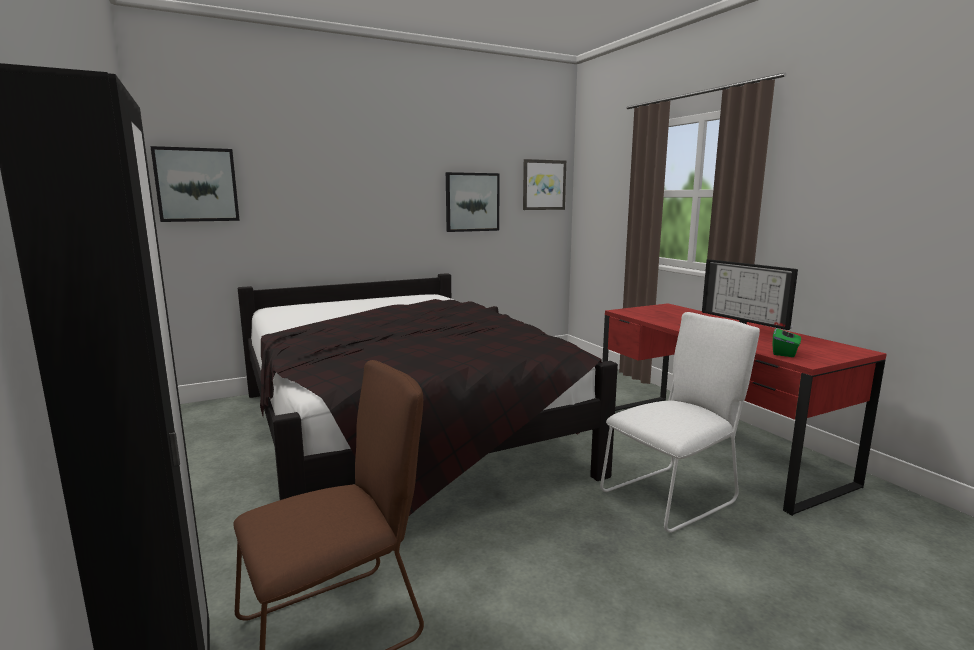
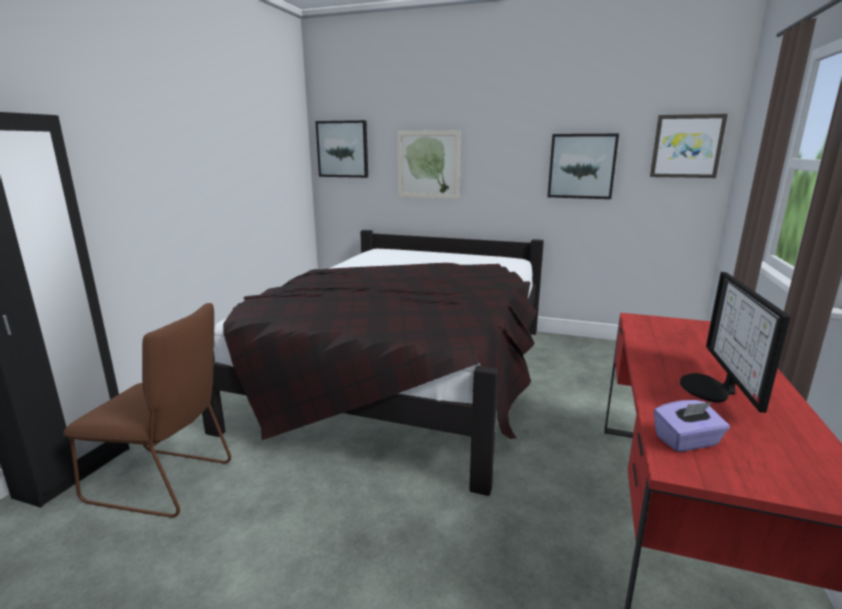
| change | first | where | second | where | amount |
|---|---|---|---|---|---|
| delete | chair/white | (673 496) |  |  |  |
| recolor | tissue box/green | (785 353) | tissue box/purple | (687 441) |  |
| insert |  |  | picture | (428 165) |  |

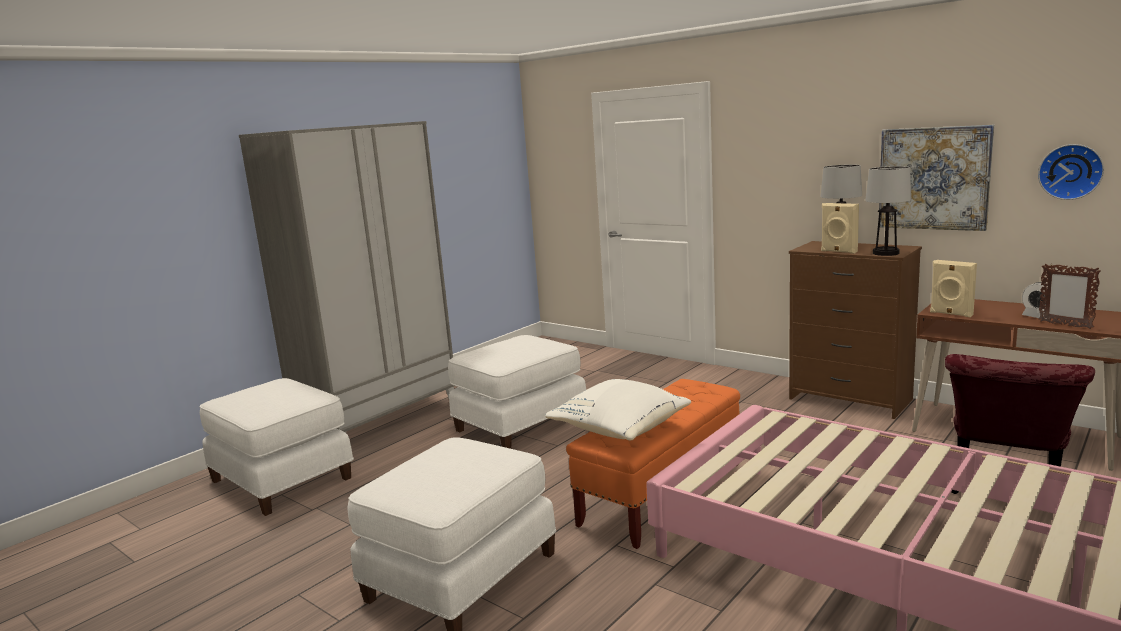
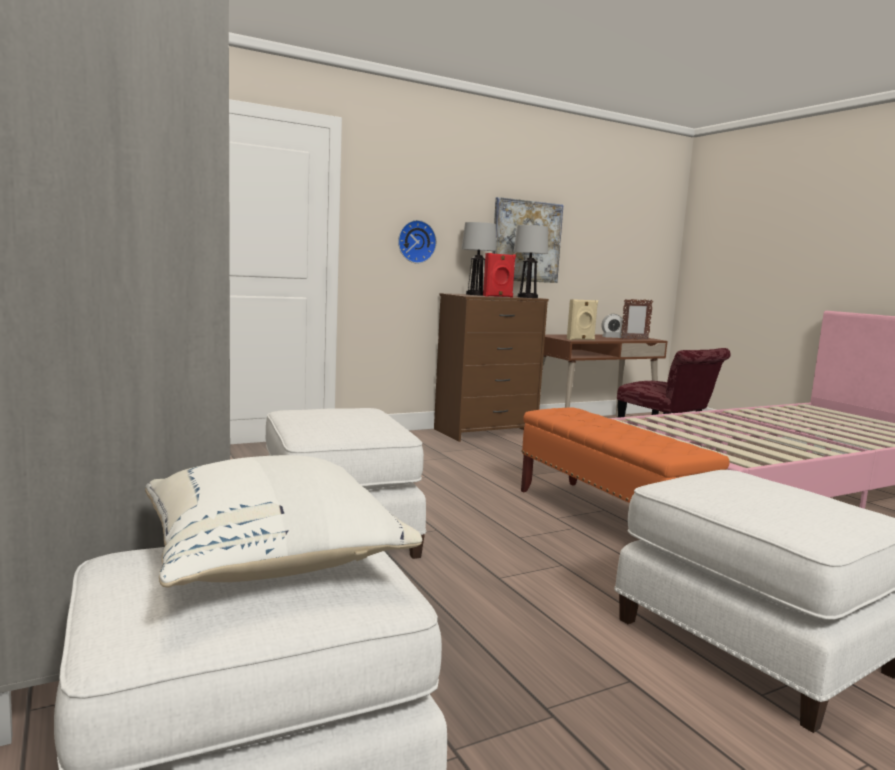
| change | first | where | second | where | amount |
|---|---|---|---|---|---|
| move | wall clock | (1071 171) |  | (415 241) |  |
| recolor | speaker/beige | (838 251) | speaker/red | (498 296) |  |
| move | pillow/white | (621 430) |  | (274 561) |  |

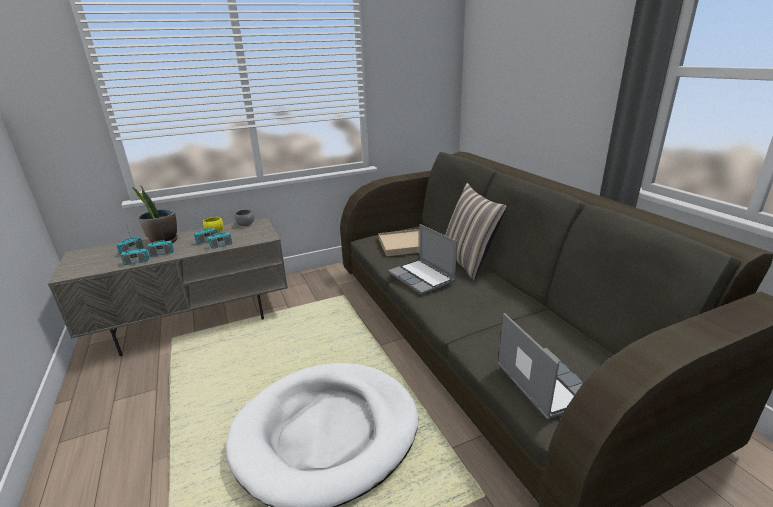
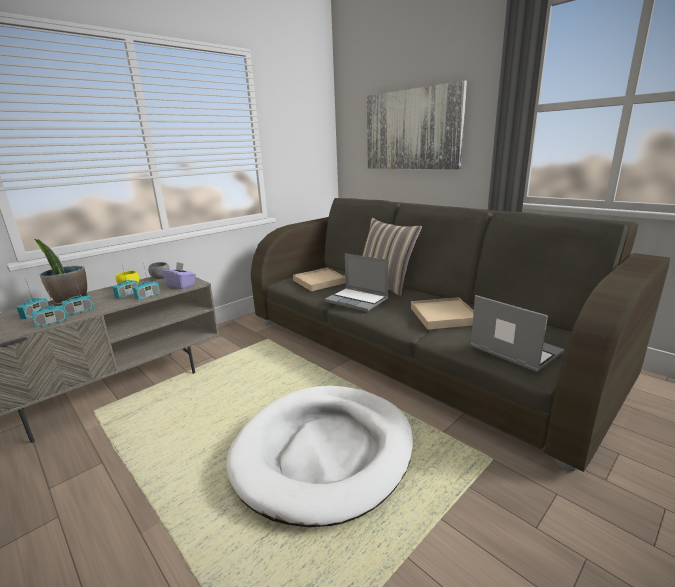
| change | first | where | second | where | amount |
|---|---|---|---|---|---|
| insert |  |  | picture | (412 130) |  |
| insert |  |  | tissue box/purple | (181 285) |  |
| insert |  |  | tray/beige | (444 316) |  |

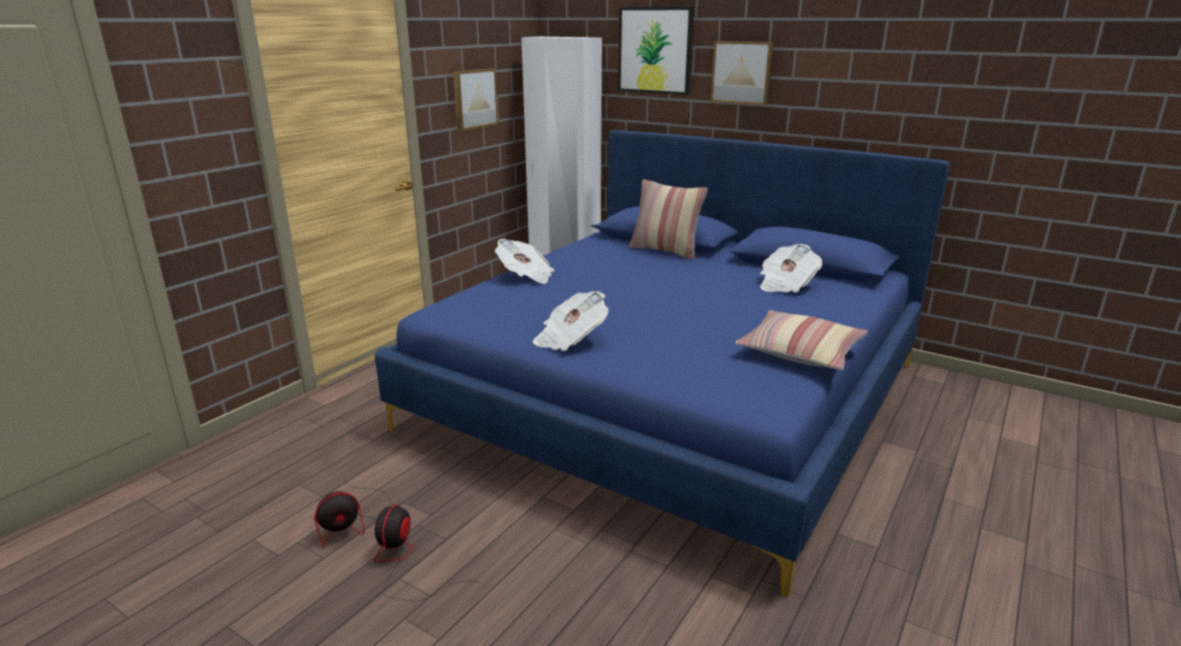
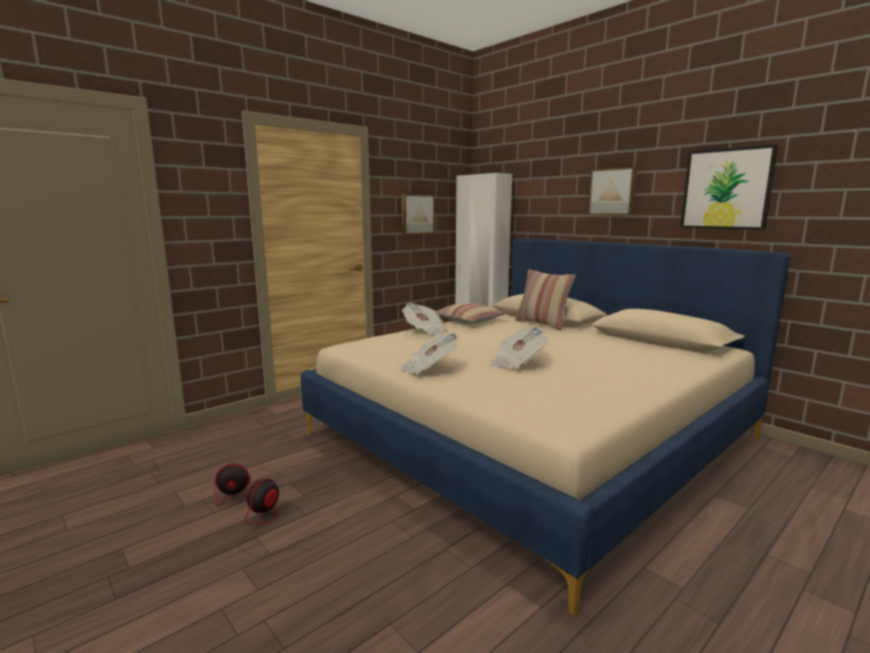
| change | first | where | second | where | amount |
|---|---|---|---|---|---|
| move | picture | (655 50) |  | (726 189) |  |
| recolor | bed/blue | (671 395) | bed/beige | (531 436) |  |
| move | newspaper | (786 285) |  | (517 363) |  |
| move | pillow | (800 352) |  | (469 321) |  |

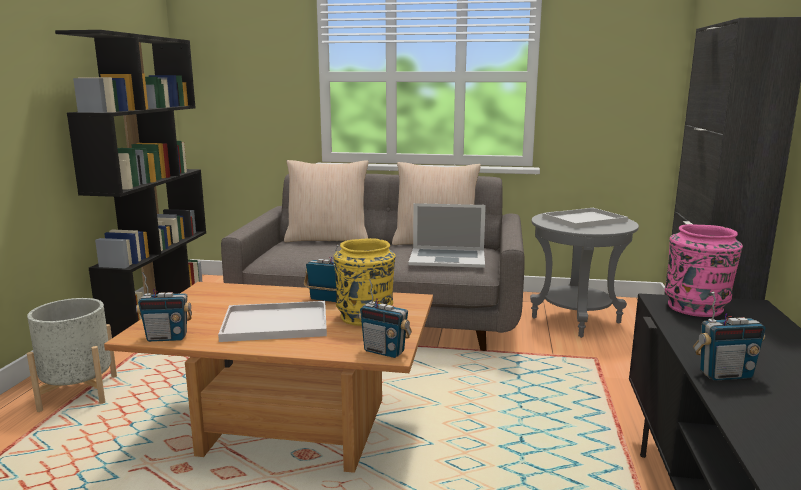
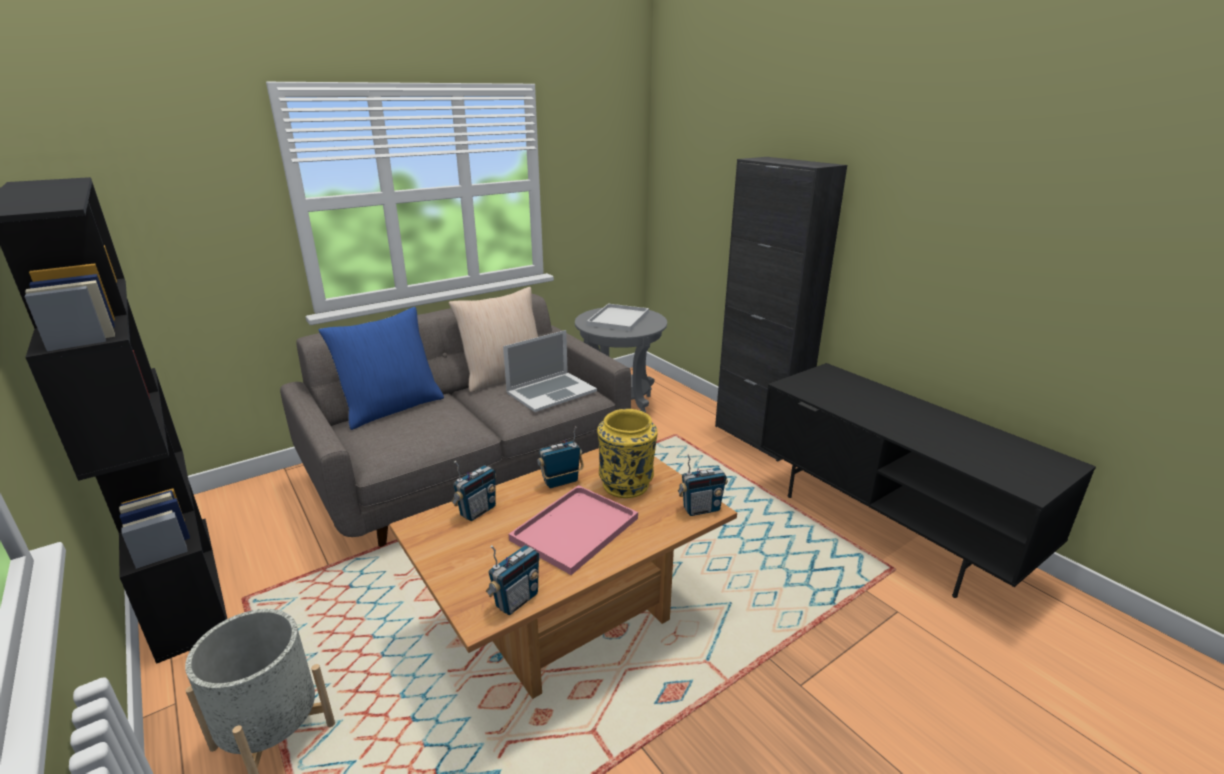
| change | first | where | second | where | amount |
|---|---|---|---|---|---|
| recolor | pillow/beige | (328 239) | pillow/blue | (392 408) |  |
| delete | vase/pink | (696 308) |  |  |  |
| move | radio | (725 374) |  | (477 511) |  |
| recolor | tray/white | (278 323) | tray/pink | (575 527) |  |

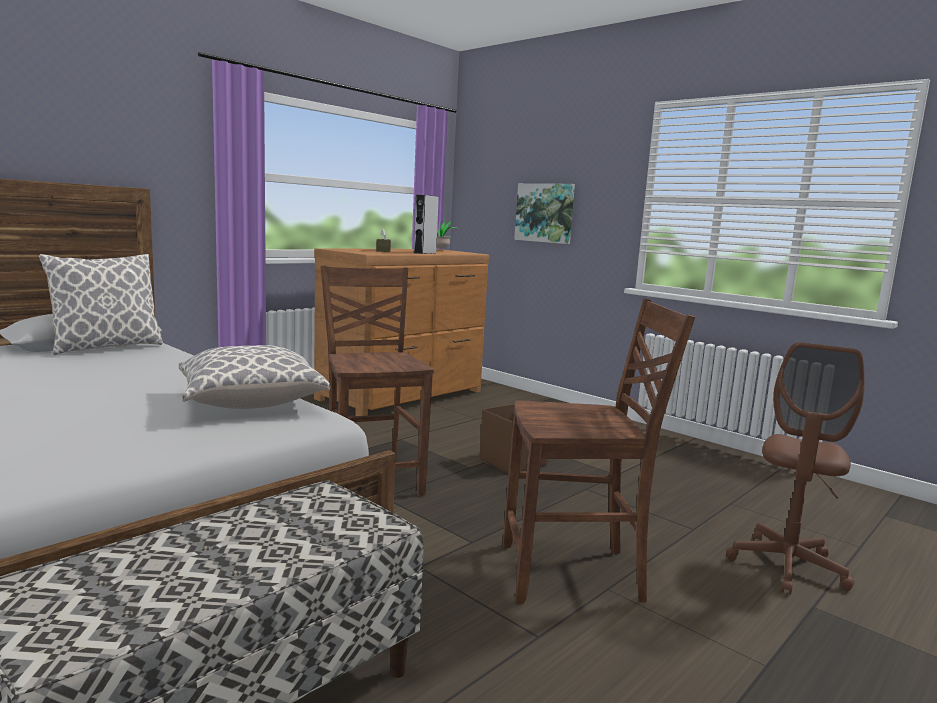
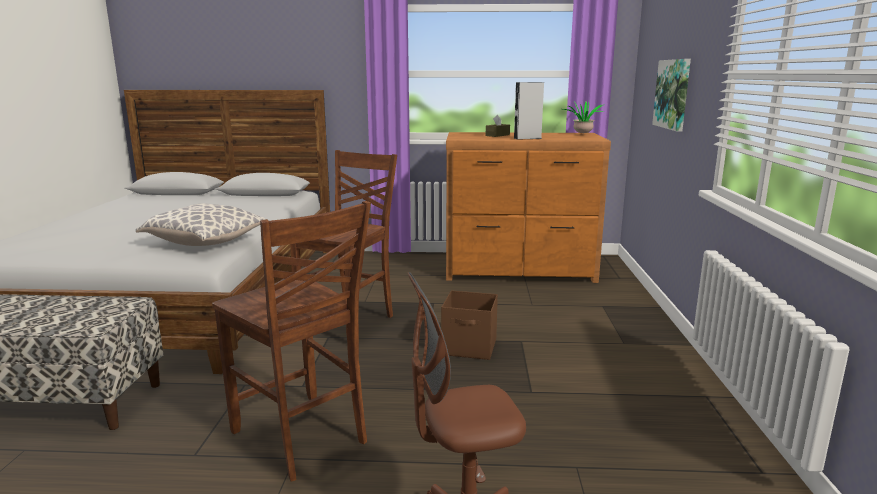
| change | first | where | second | where | amount |
|---|---|---|---|---|---|
| delete | pillow | (106 347) |  |  |  |

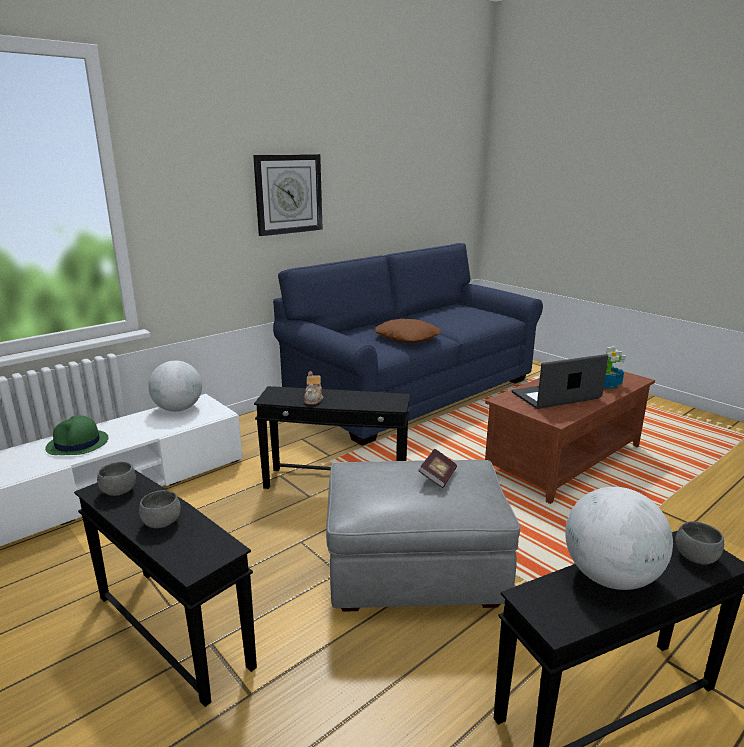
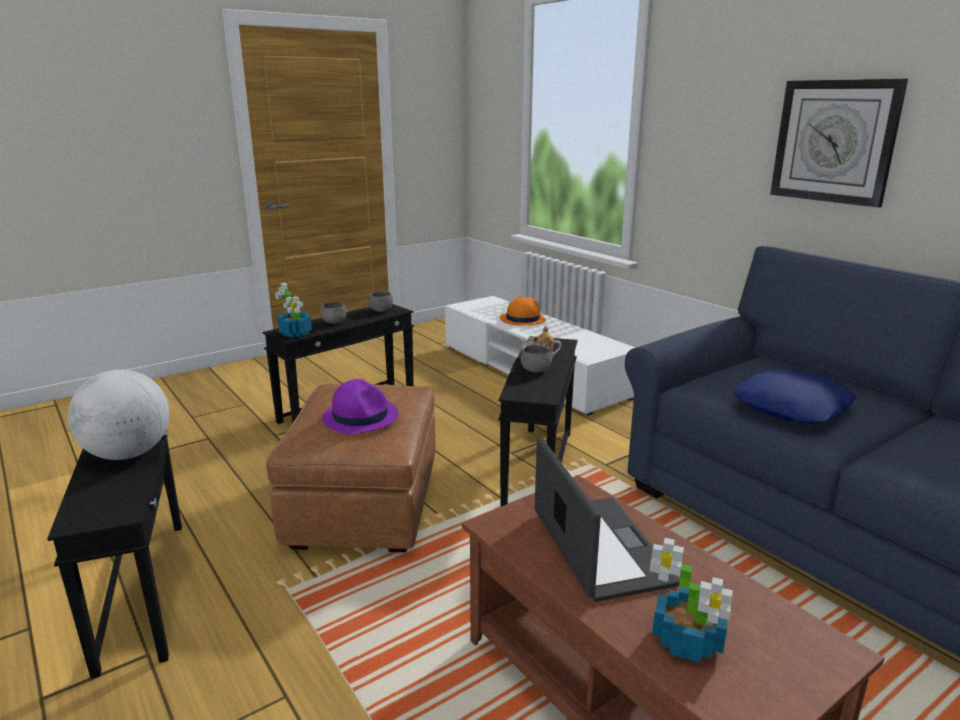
| change | first | where | second | where | amount |
|---|---|---|---|---|---|
| recolor | pillow/brown | (407 338) | pillow/blue | (792 408) |  |
| delete | globe | (178 409) |  |  |  |
| recolor | hat/green | (78 444) | hat/orange | (522 319) |  |
| replace | book | (438 477) | hat/purple | (360 417) |  |
| recolor | ottoman/grey | (415 572) | ottoman/brown | (365 506) |  |
| move | bowl/grey | (695 557) |  | (536 370) |  |
| insert |  |  | potted plant | (295 333) |  |

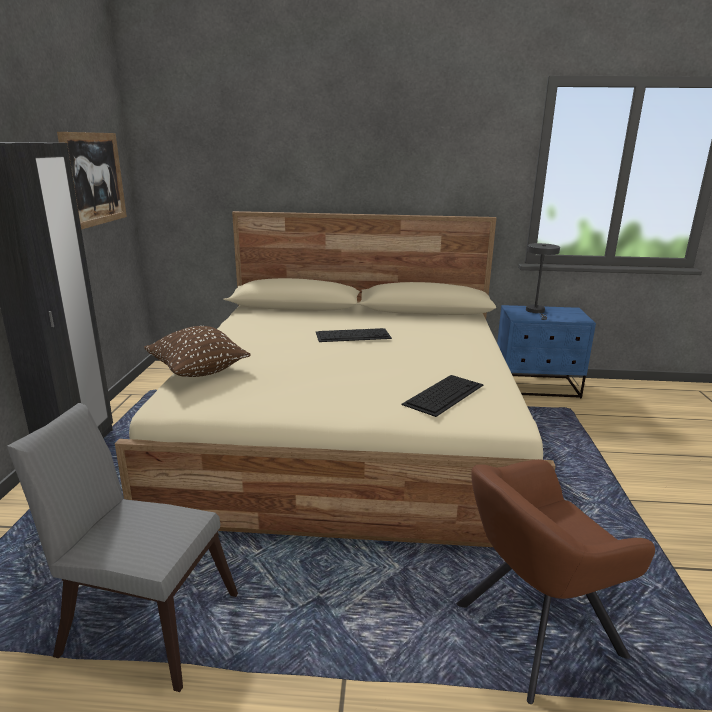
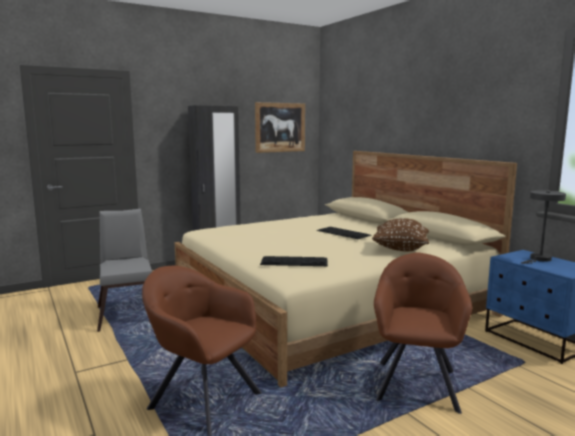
| change | first | where | second | where | amount |
|---|---|---|---|---|---|
| move | pillow/brown | (198 372) |  | (400 249) |  |
| insert |  |  | armchair/brown | (416 383) |  |

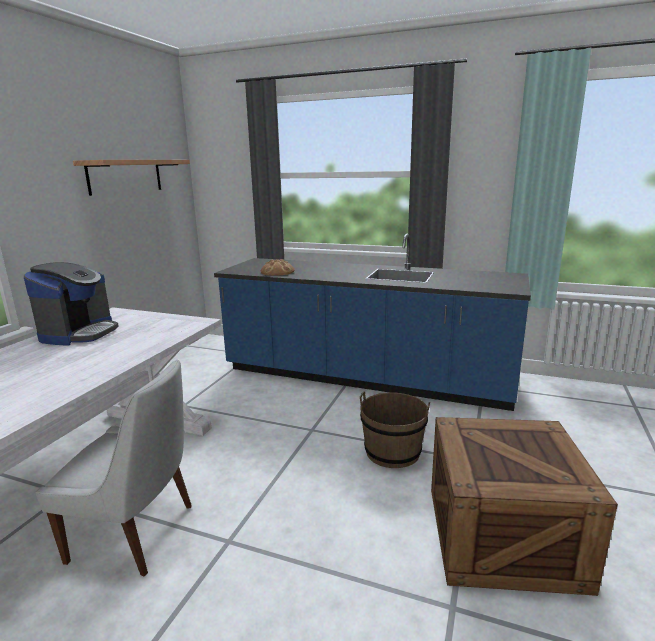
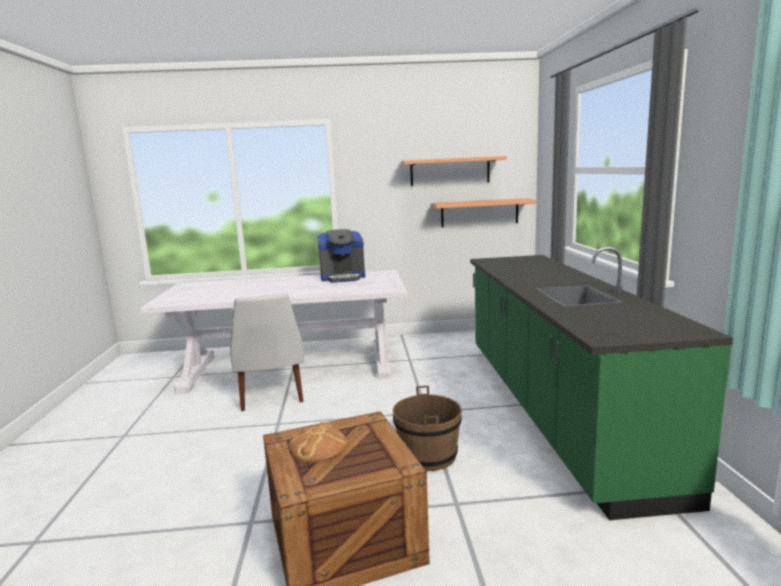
| change | first | where | second | where | amount |
|---|---|---|---|---|---|
| recolor | counter/blue | (365 377) | counter/green | (555 409) |  |
| move | bread | (277 272) |  | (318 447) |  |
| insert |  |  | shelf | (479 212) |  |

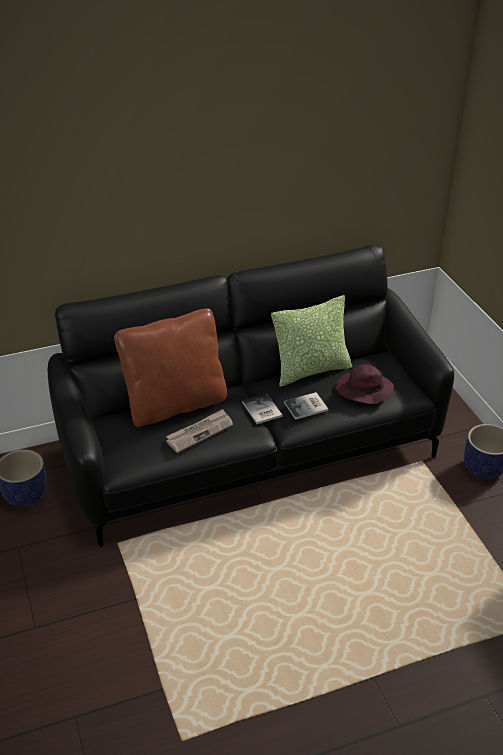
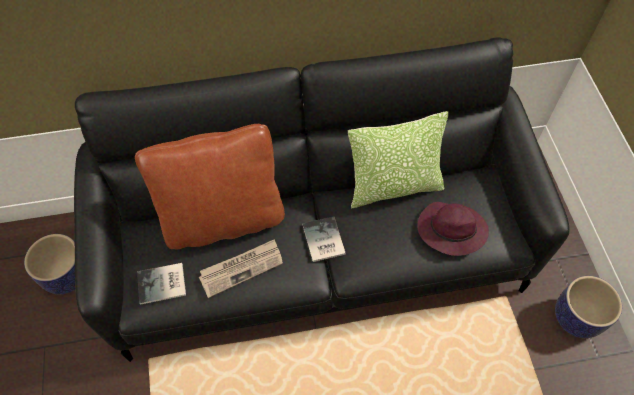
| change | first | where | second | where | amount |
|---|---|---|---|---|---|
| move | book | (307 407) |  | (163 285) |  |

